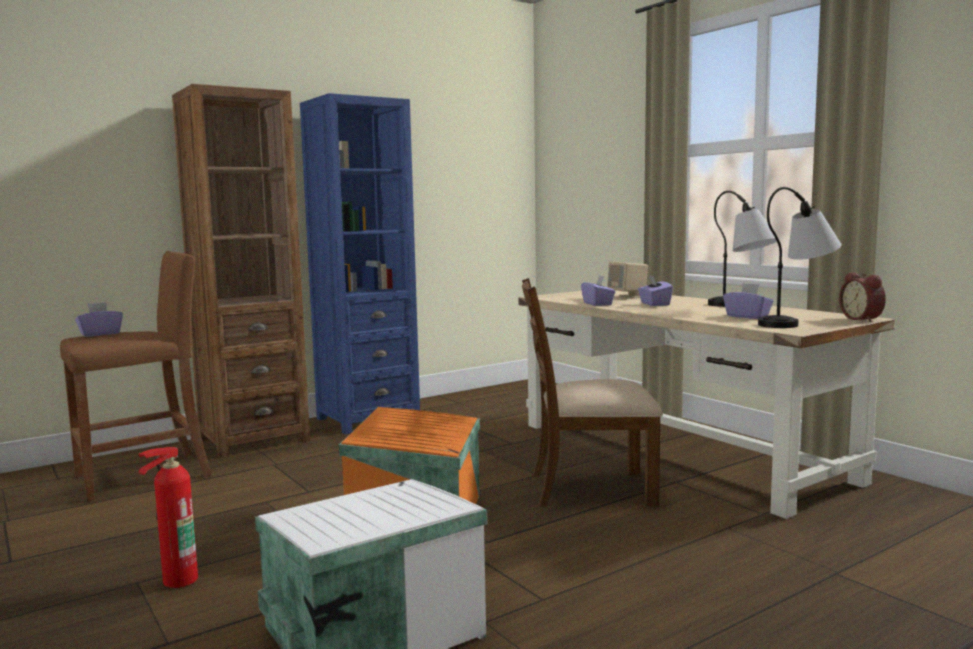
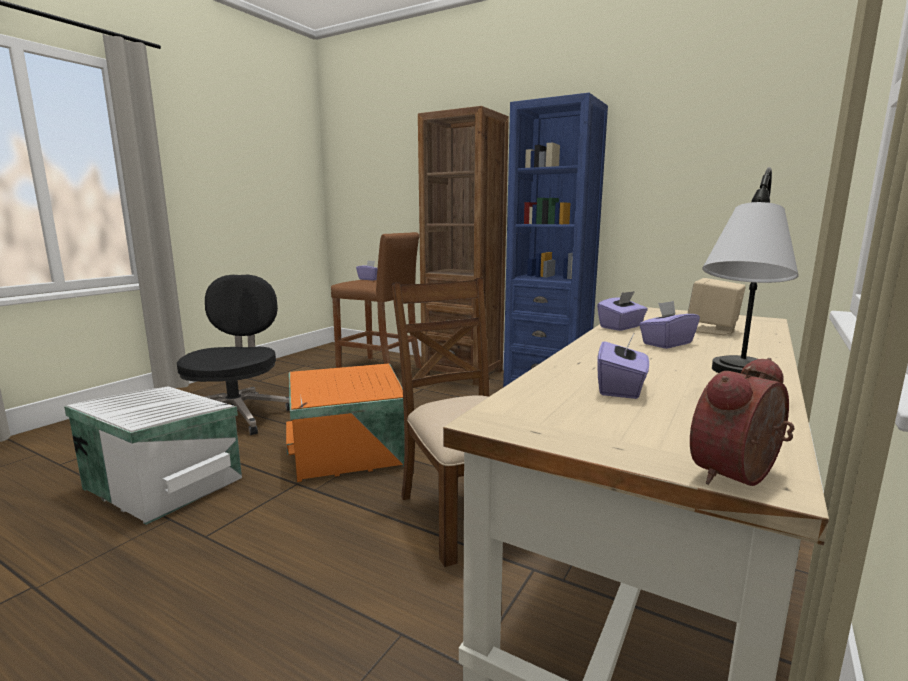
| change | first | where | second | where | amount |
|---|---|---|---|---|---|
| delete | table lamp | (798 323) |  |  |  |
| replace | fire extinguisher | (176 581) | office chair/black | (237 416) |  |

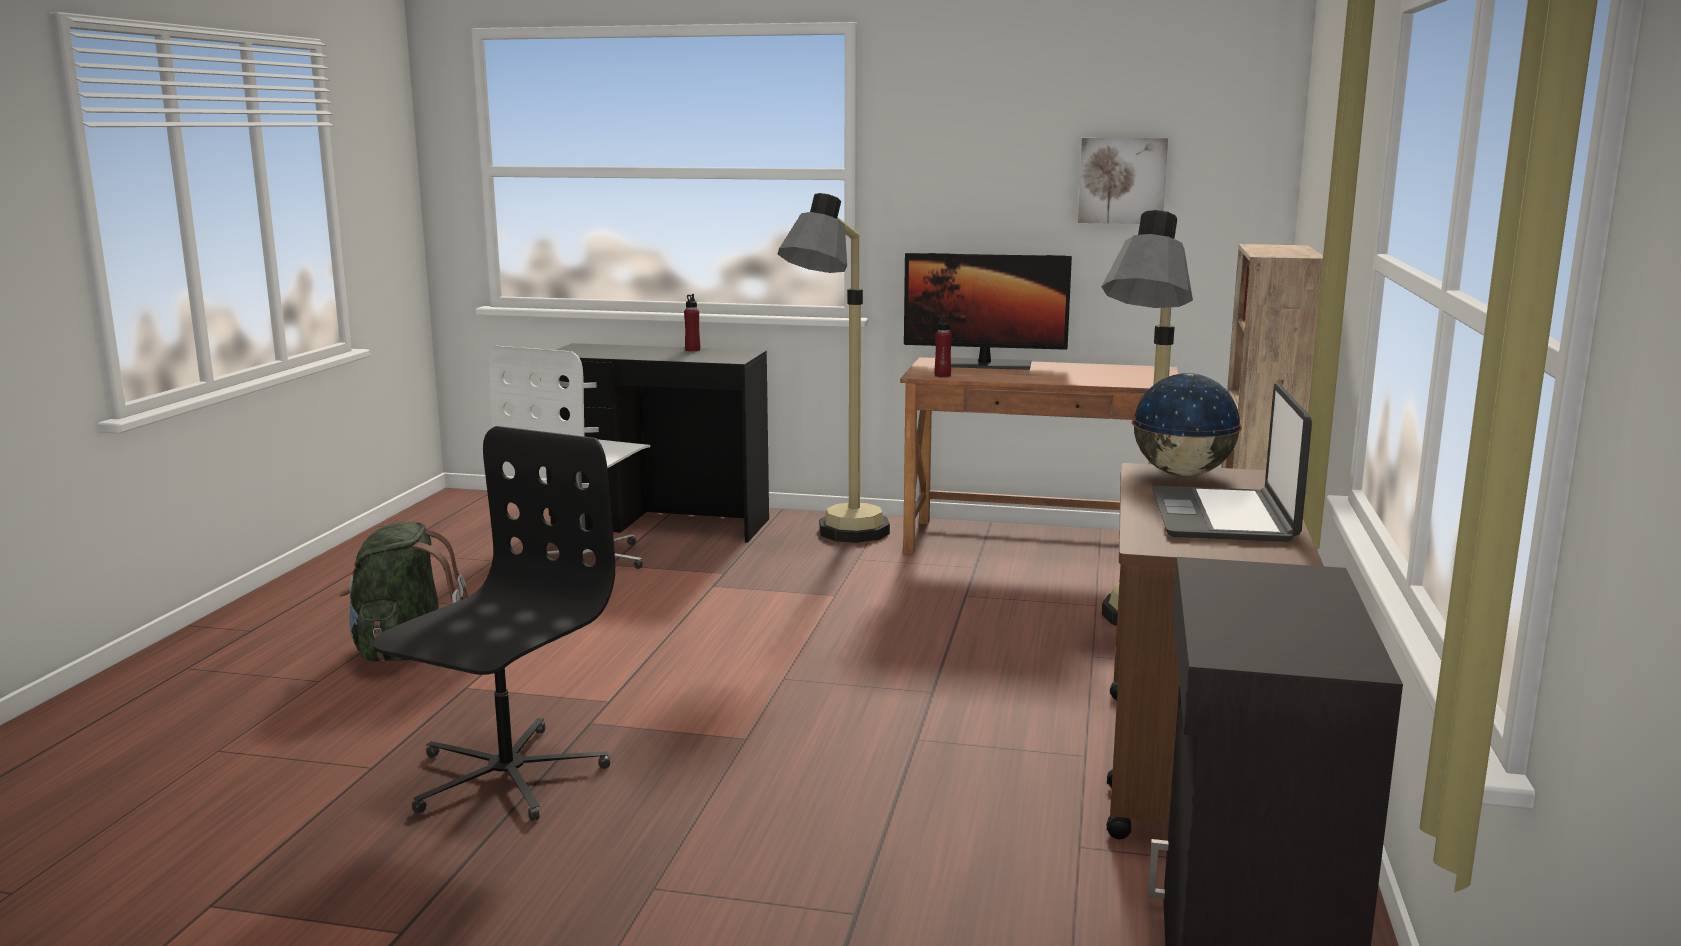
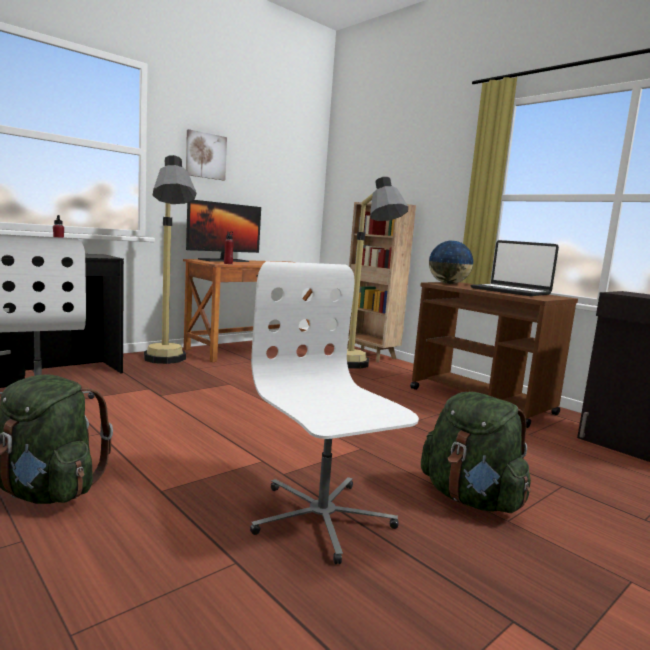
| change | first | where | second | where | amount |
|---|---|---|---|---|---|
| move | picture | (1122 180) |  | (205 155) |  |
| recolor | office chair/black | (505 776) | office chair/white | (321 518) |  |
| insert |  |  | backpack/green | (471 499) |  |

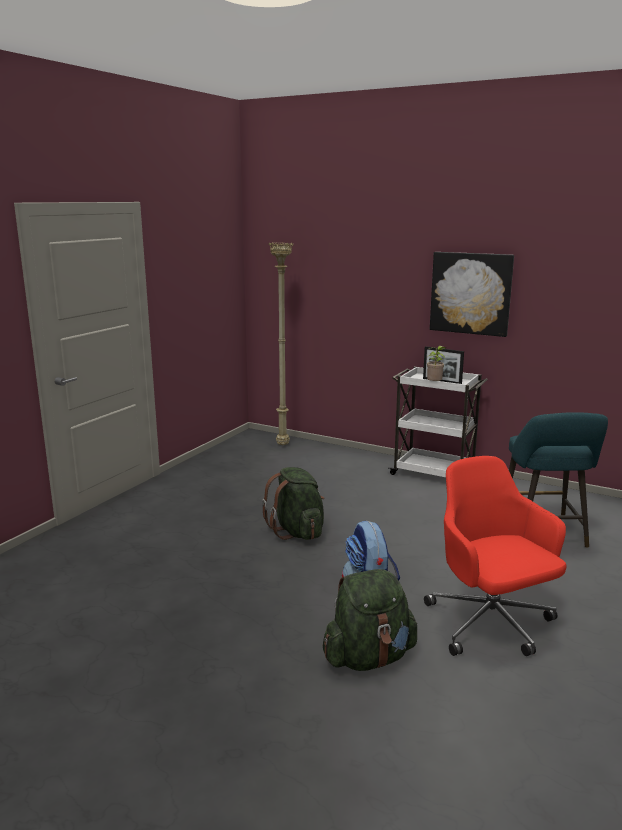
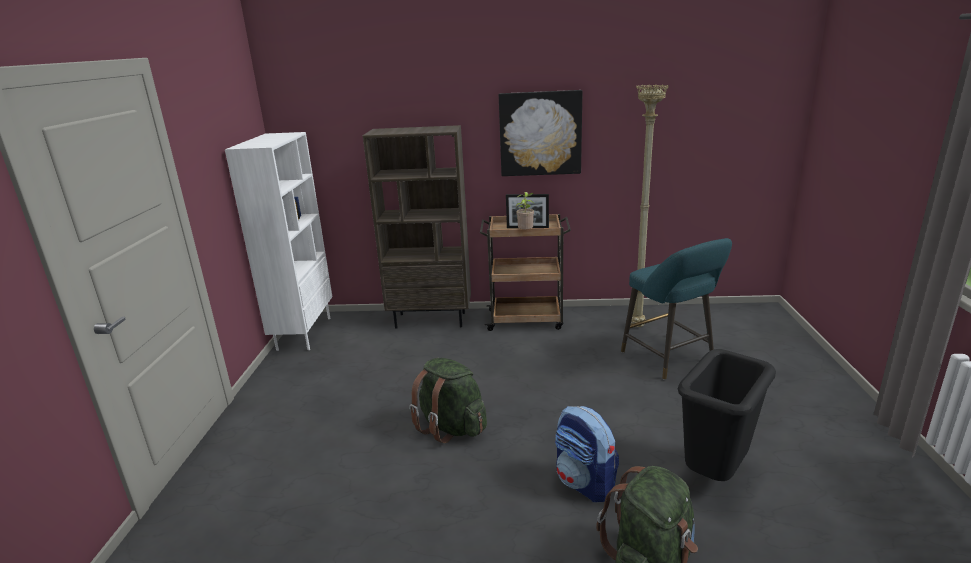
| change | first | where | second | where | amount |
|---|---|---|---|---|---|
| move | floor lamp/beige | (283 445) |  | (637 326) |  |
| recolor | cart/white | (434 474) | cart/brown | (526 319) |  |
| replace | office chair/red | (490 624) | trash can/black | (714 474) |  |
| insert |  |  | bookcase/brown | (431 320) |  |
| insert |  |  | bookcase/white | (303 333) |  |

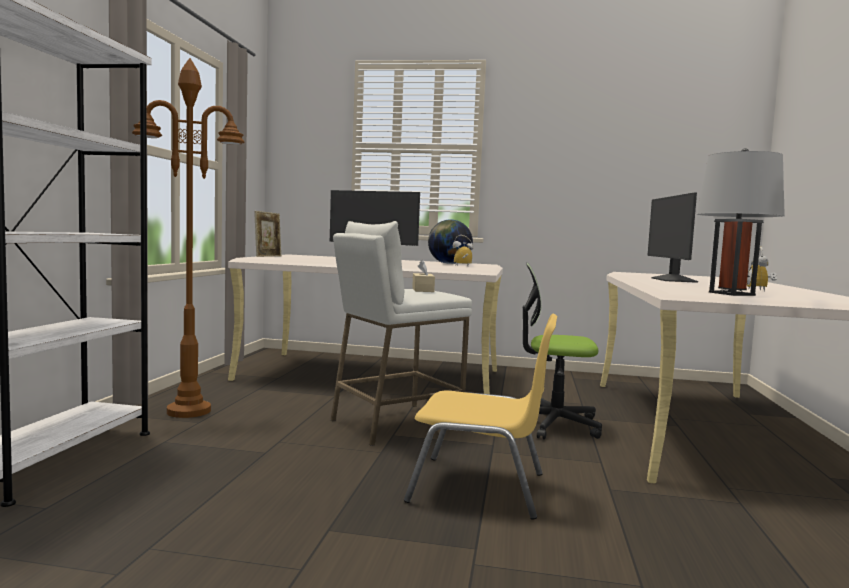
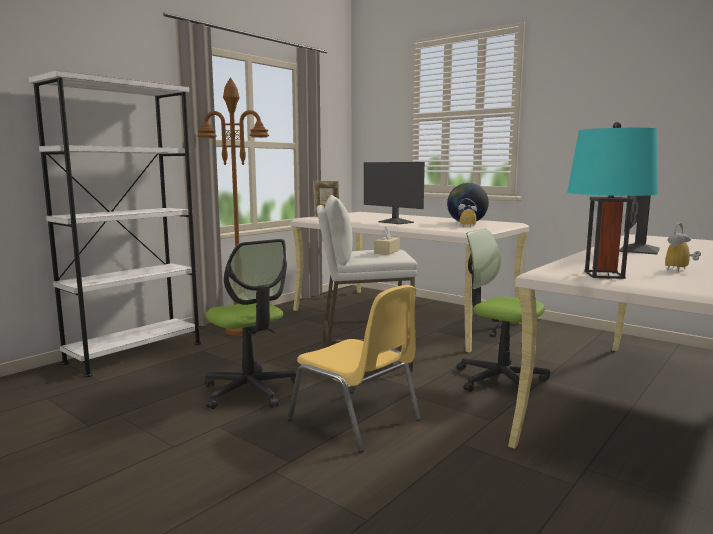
| change | first | where | second | where | amount |
|---|---|---|---|---|---|
| recolor | table lamp/grey | (731 294) | table lamp/turquoise | (604 275) |  |
| insert |  |  | office chair | (250 391) |  |

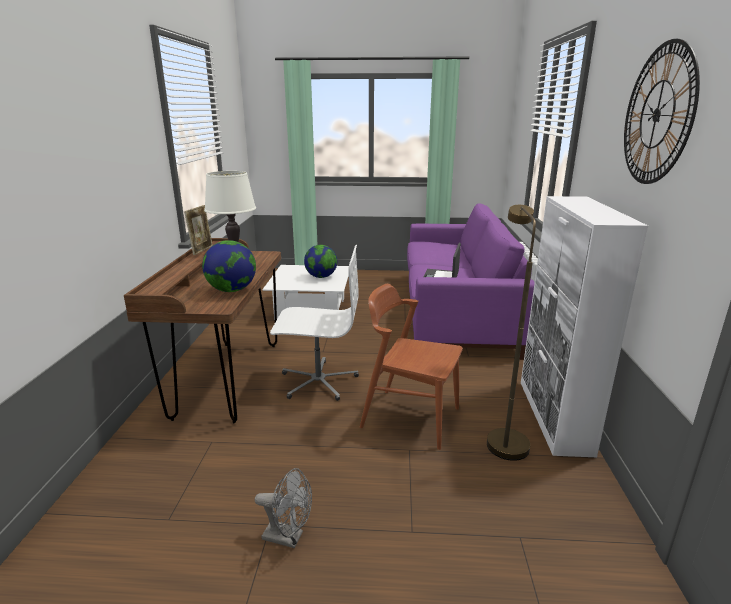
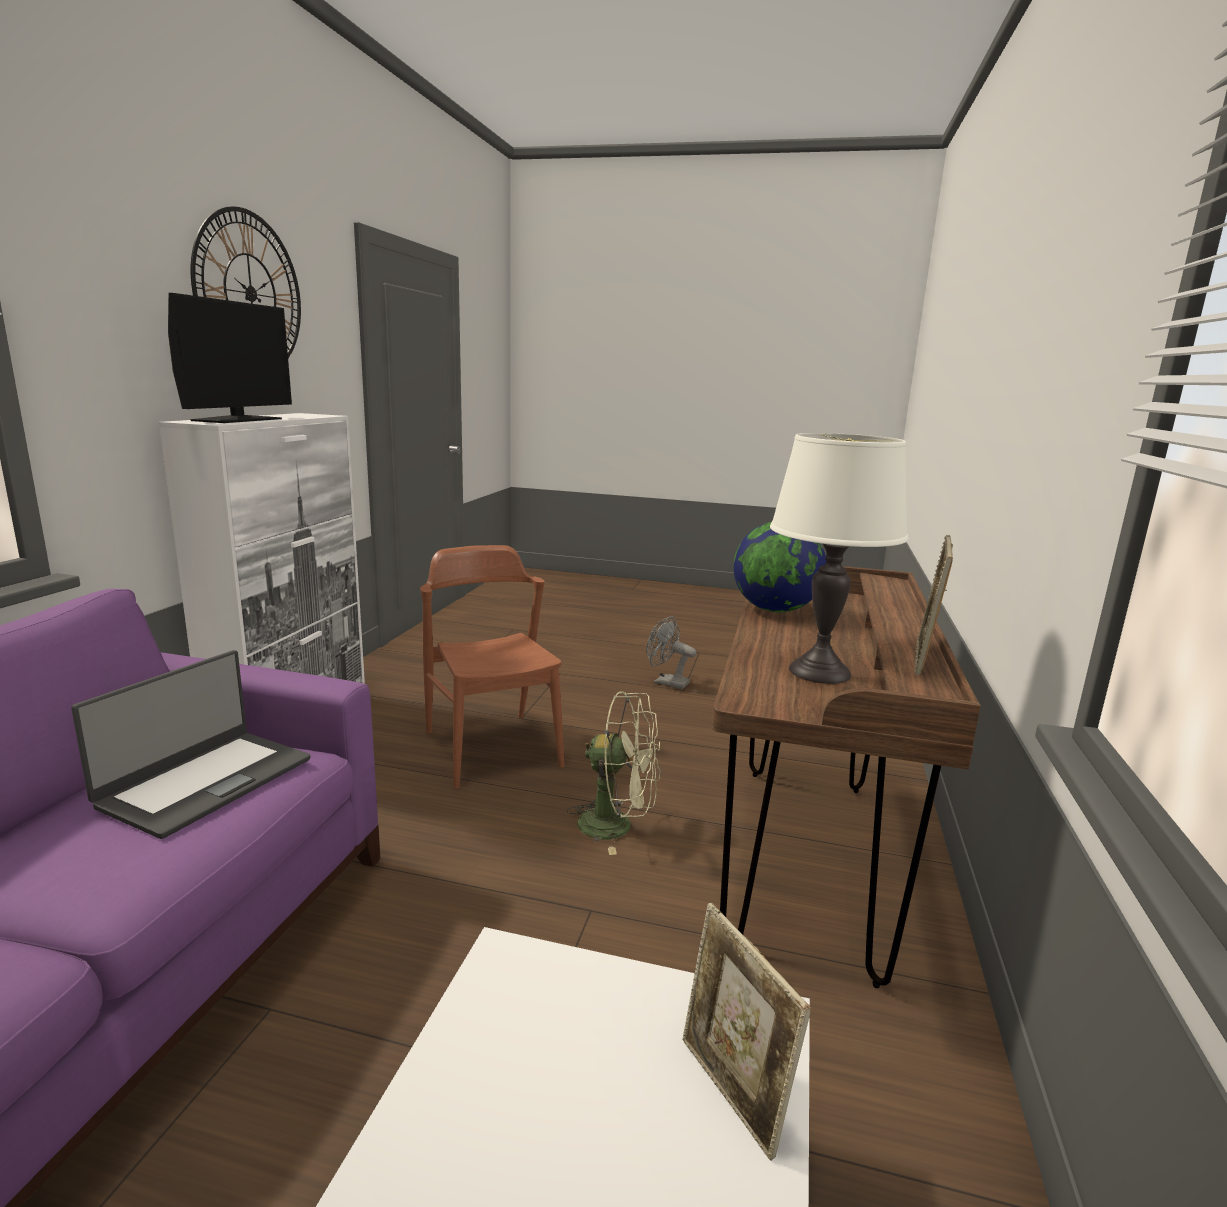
| change | first | where | second | where | amount |
|---|---|---|---|---|---|
| delete | floor lamp/brown | (504 438) |  |  |  |
| replace | office chair/white | (318 381) | fan/green | (617 826) |  |
| delete | globe | (321 277) |  |  |  |
| rotate | chair/brown | (410 417) |  | (492 748) | 150 degrees counterclockwise |
| insert |  |  | monitor | (238 420) |  |
| insert |  |  | picture frame | (731 1094) |  |

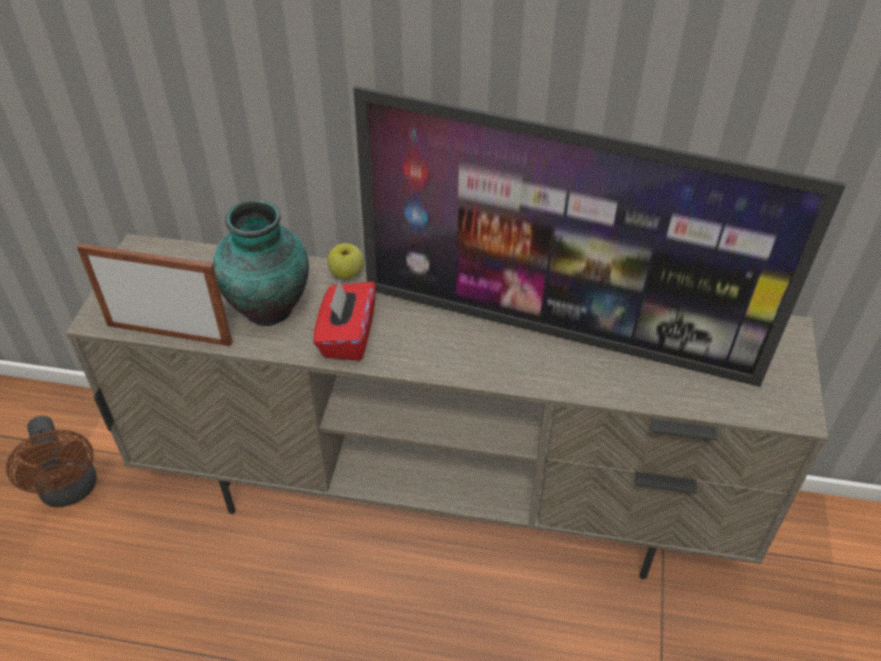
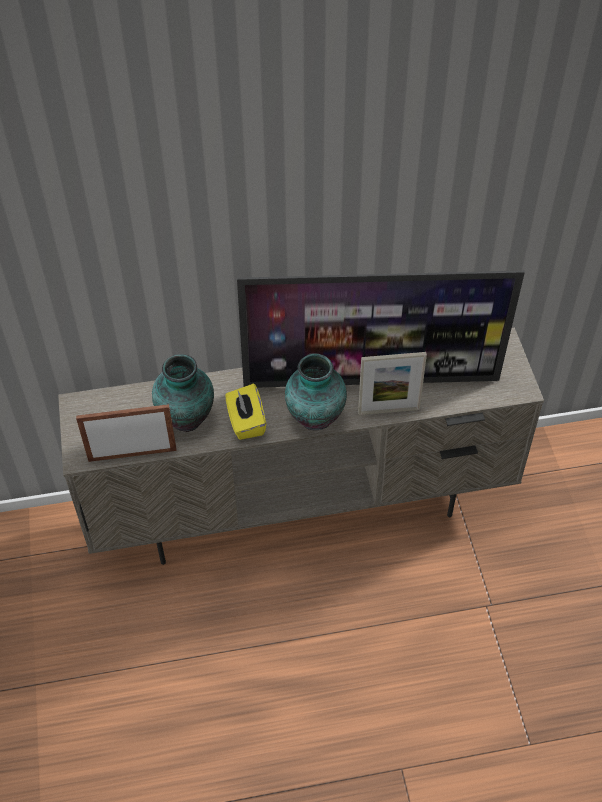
| change | first | where | second | where | amount |
|---|---|---|---|---|---|
| delete | apple | (347 273) |  |  |  |
| recolor | tissue box/red | (347 337) | tissue box/yellow | (246 422) |  |
| delete | fan/brown | (70 491) |  |  |  |
| insert |  |  | picture frame | (388 410) |  |
| insert |  |  | vase | (314 416) |  |

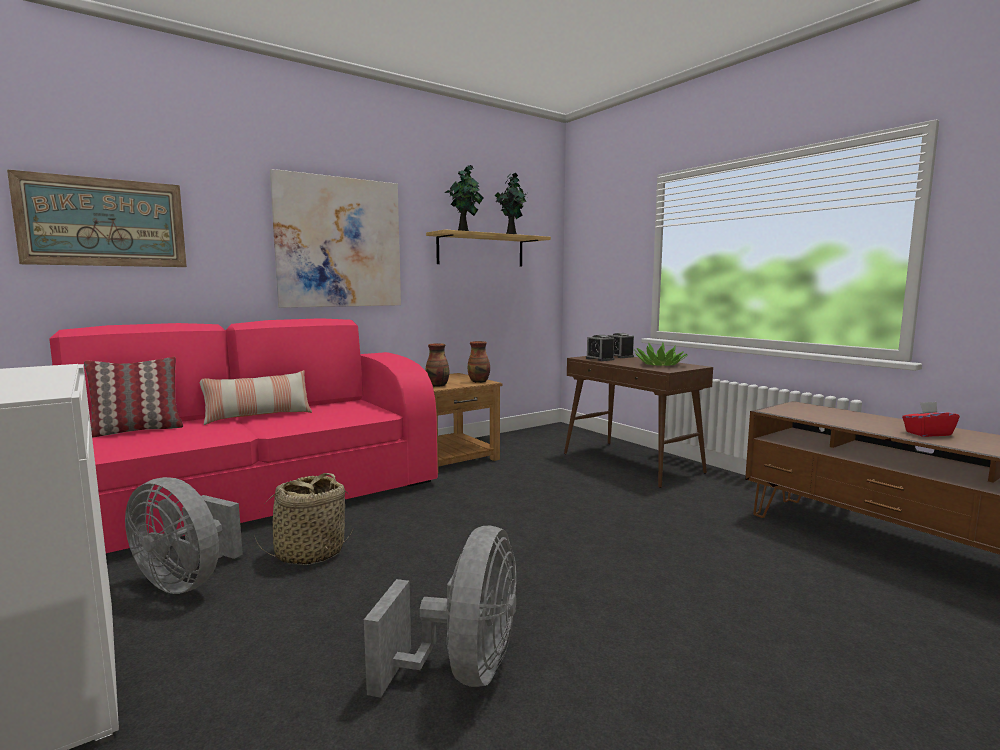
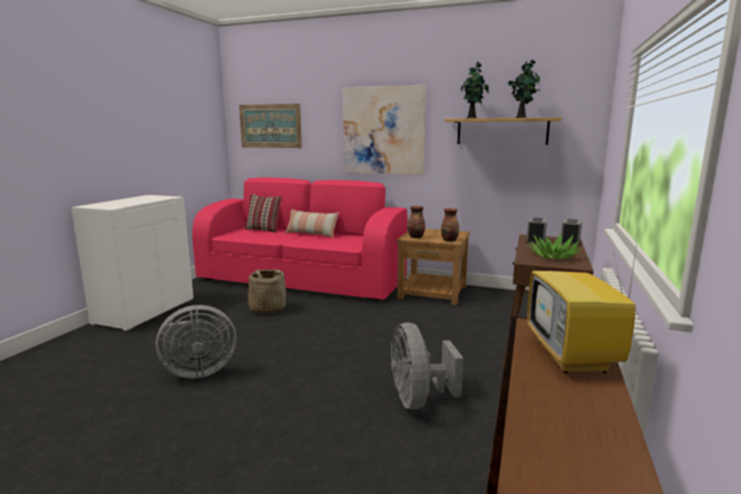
| change | first | where | second | where | amount |
|---|---|---|---|---|---|
| delete | tissue box/red | (927 433) |  |  |  |
| move | fan/grey | (187 581) |  | (418 399) |  |
| insert |  |  | television | (573 357) |  |

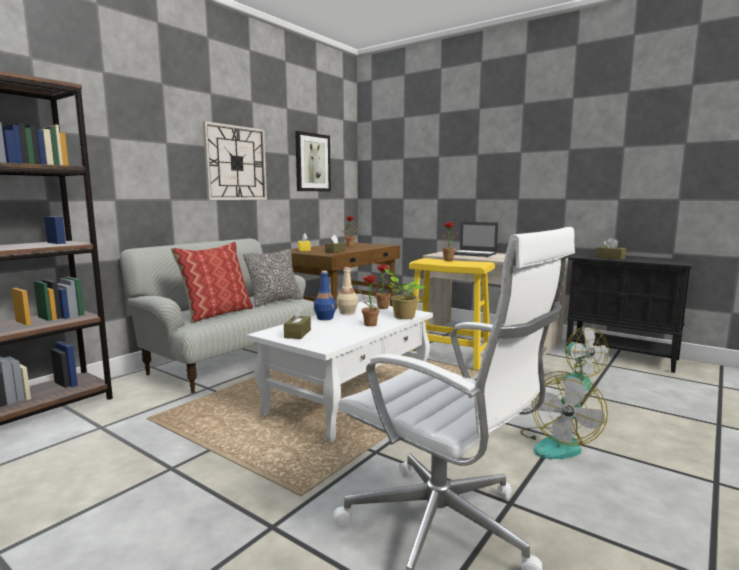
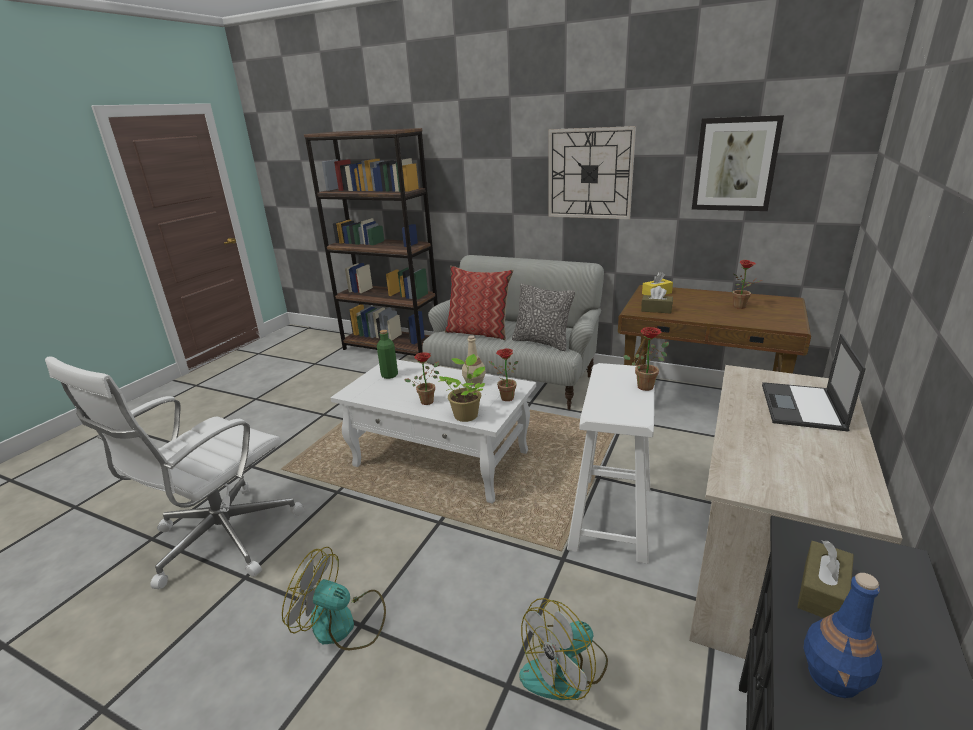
| change | first | where | second | where | amount |
|---|---|---|---|---|---|
| recolor | stool/yellow | (447 356) | stool/white | (611 516) |  |
| move | bottle/blue | (325 318) |  | (834 677) |  |
| replace | tissue box/brown | (297 334) | bottle/green | (389 375) |  |

